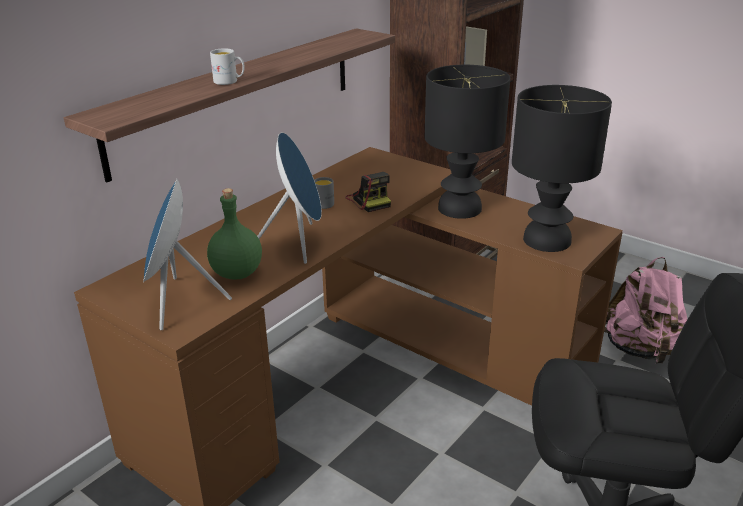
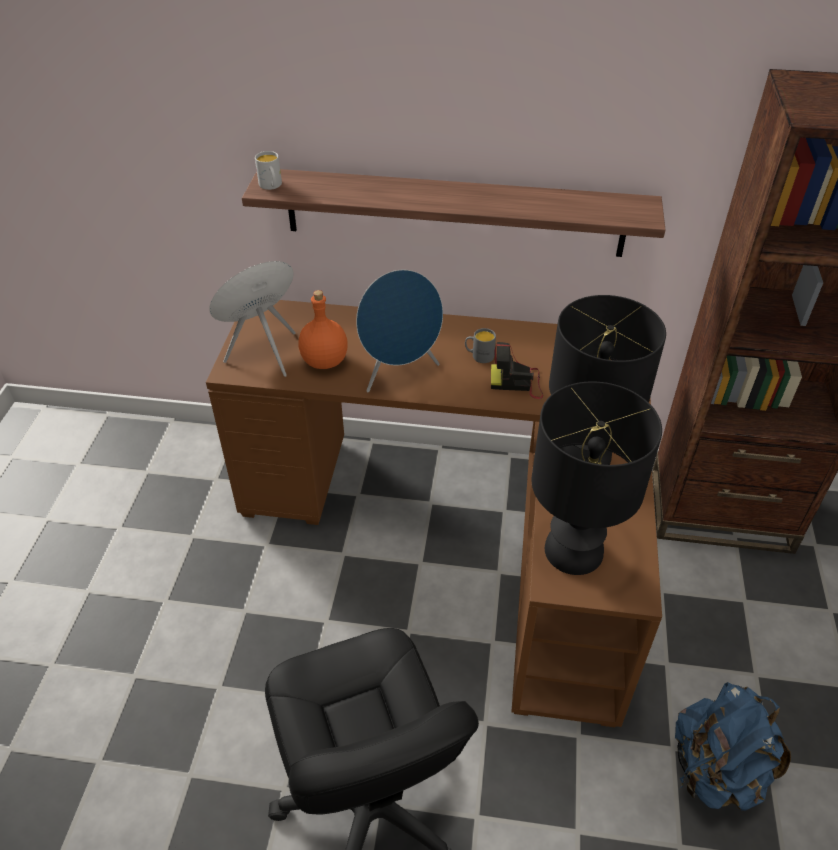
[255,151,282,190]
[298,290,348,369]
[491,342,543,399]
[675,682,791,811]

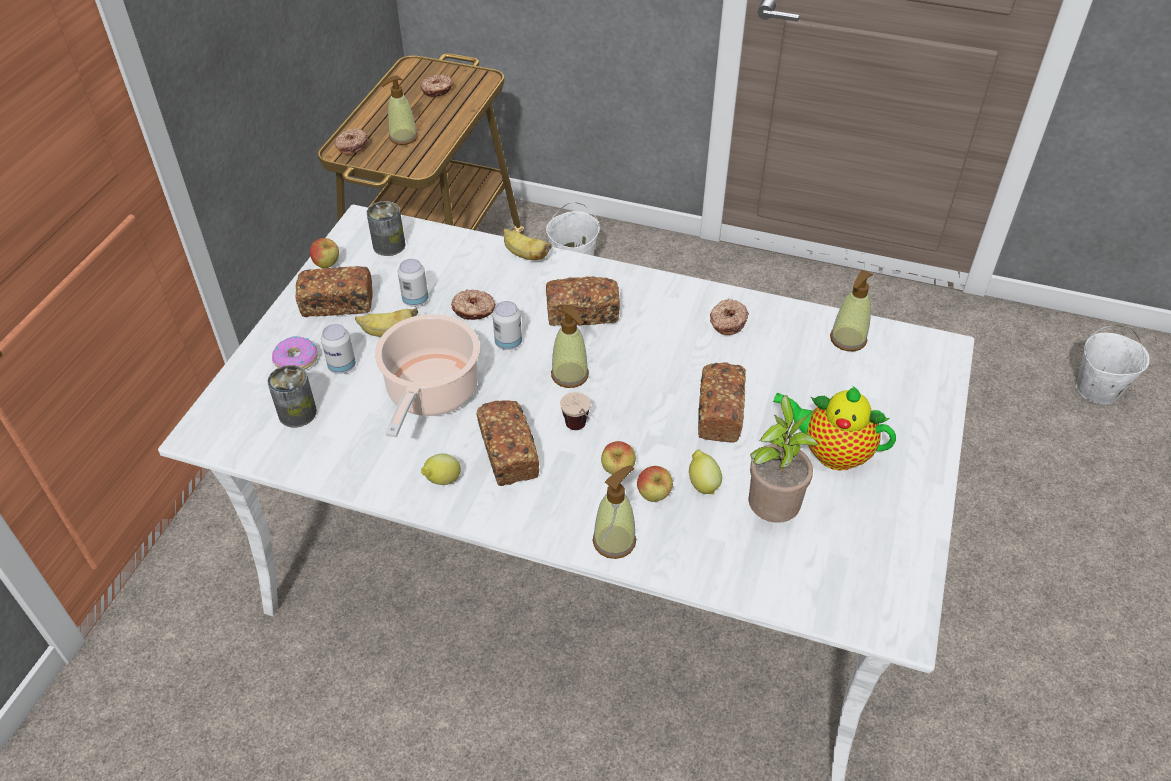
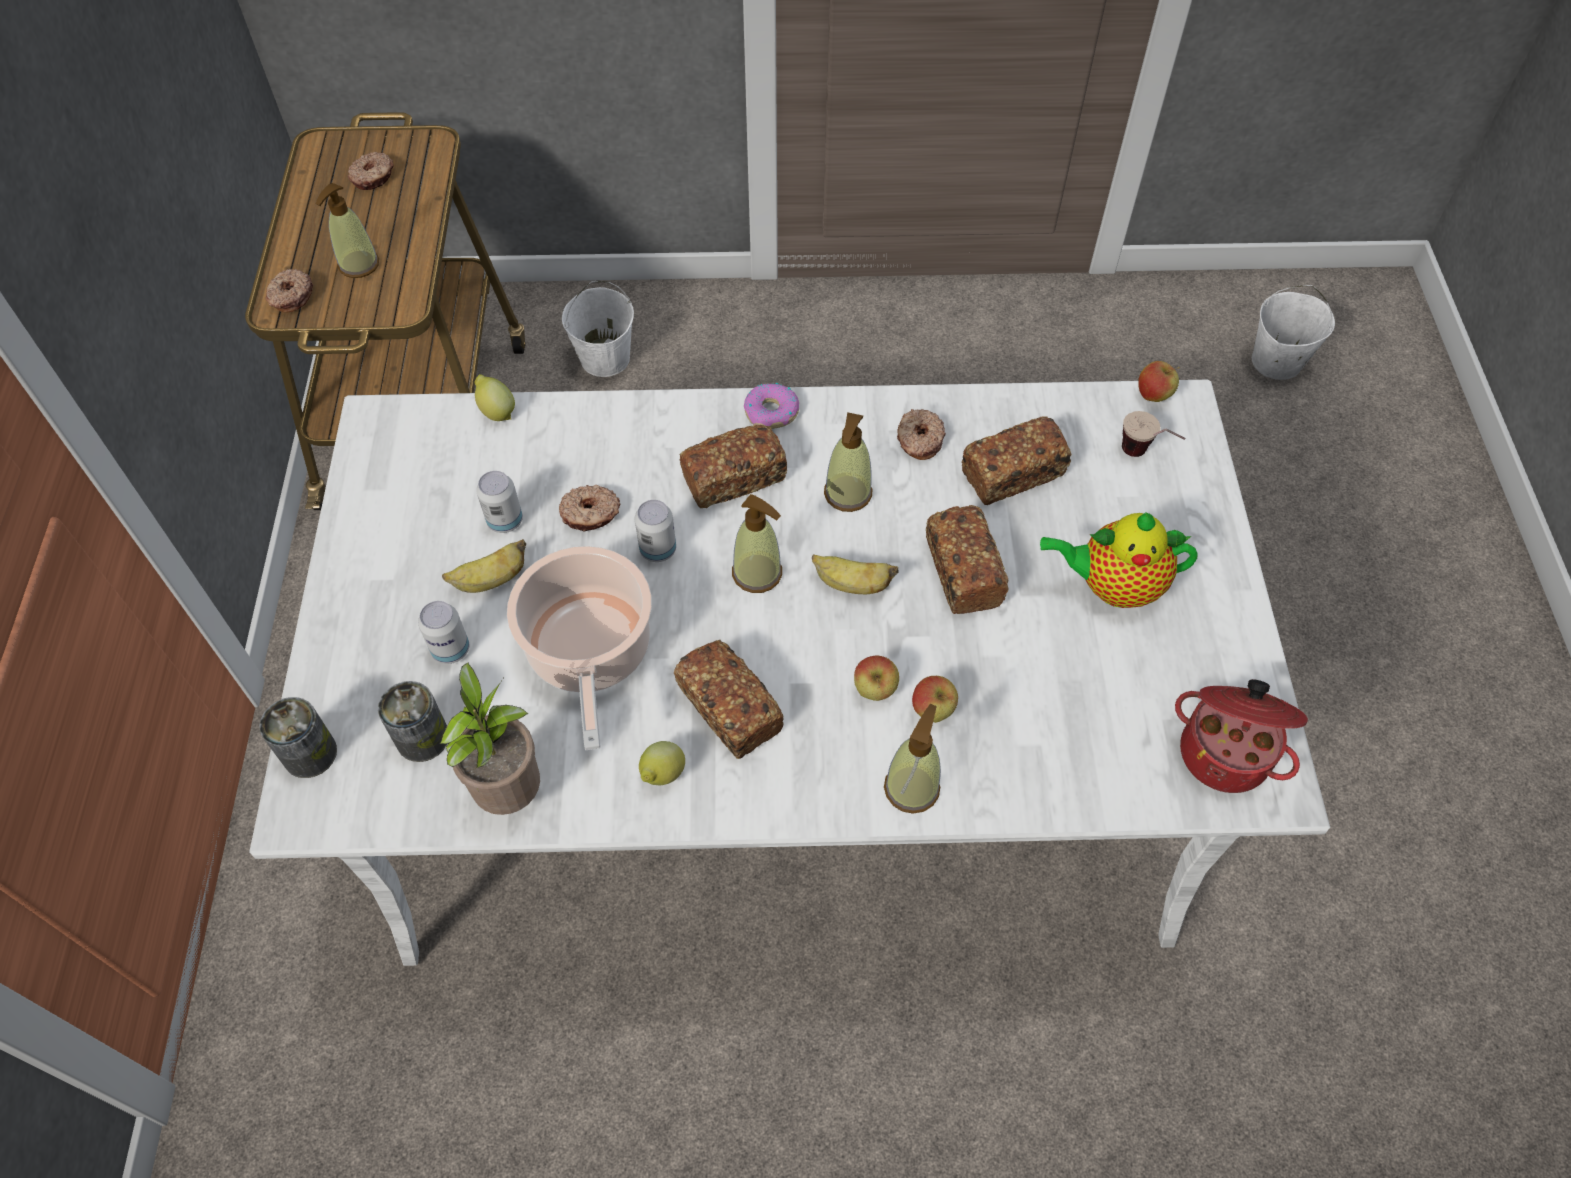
[259,697,337,778]
[440,662,540,815]
[475,374,515,421]
[744,383,799,429]
[812,554,899,594]
[824,412,872,512]
[961,416,1072,505]
[1122,411,1185,457]
[1138,361,1180,402]
[1175,679,1308,793]

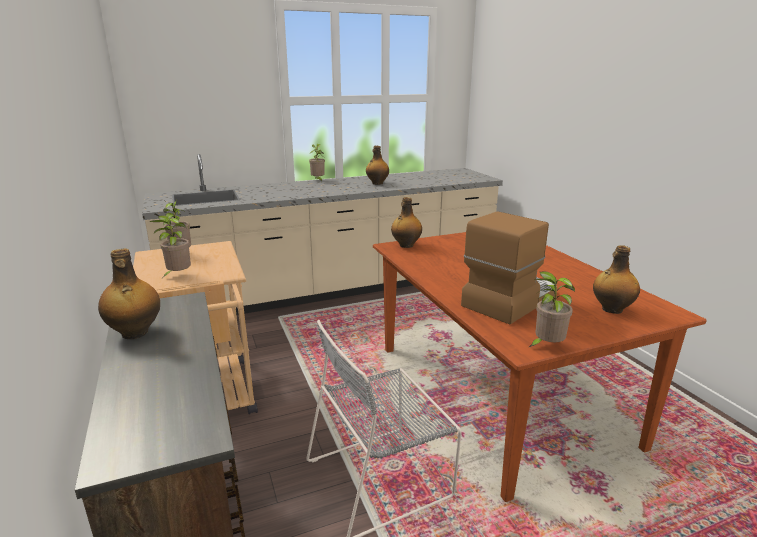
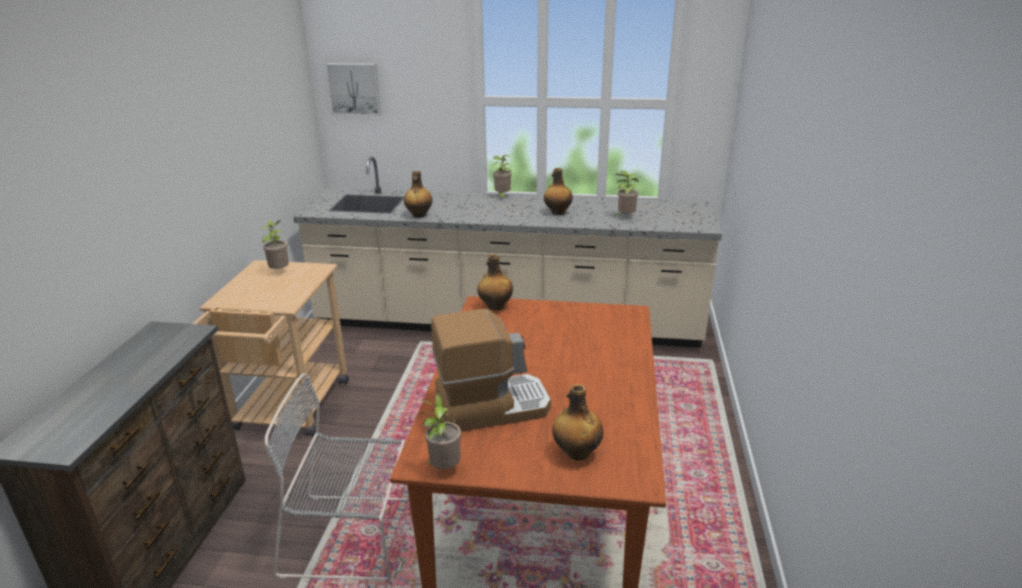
[326,63,381,116]
[404,171,432,218]
[614,171,639,217]

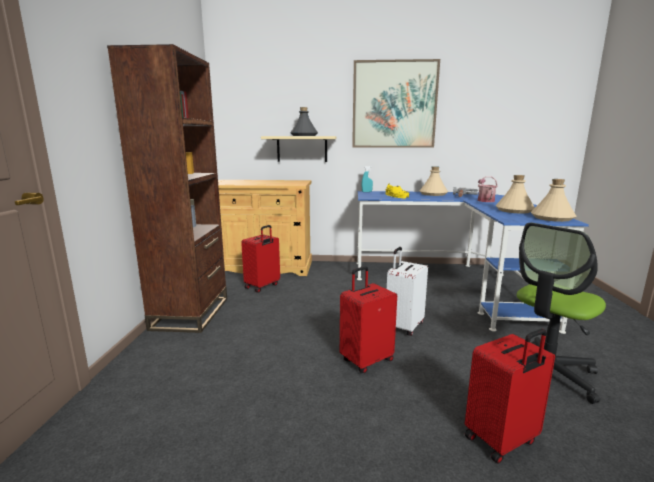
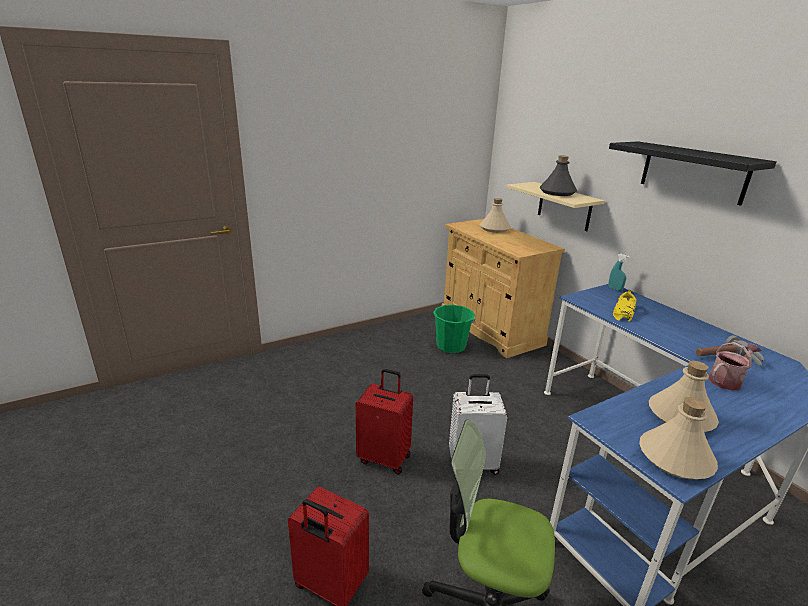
[433,305,475,353]
[480,198,511,233]
[609,141,777,206]
[107,44,227,333] (first image)

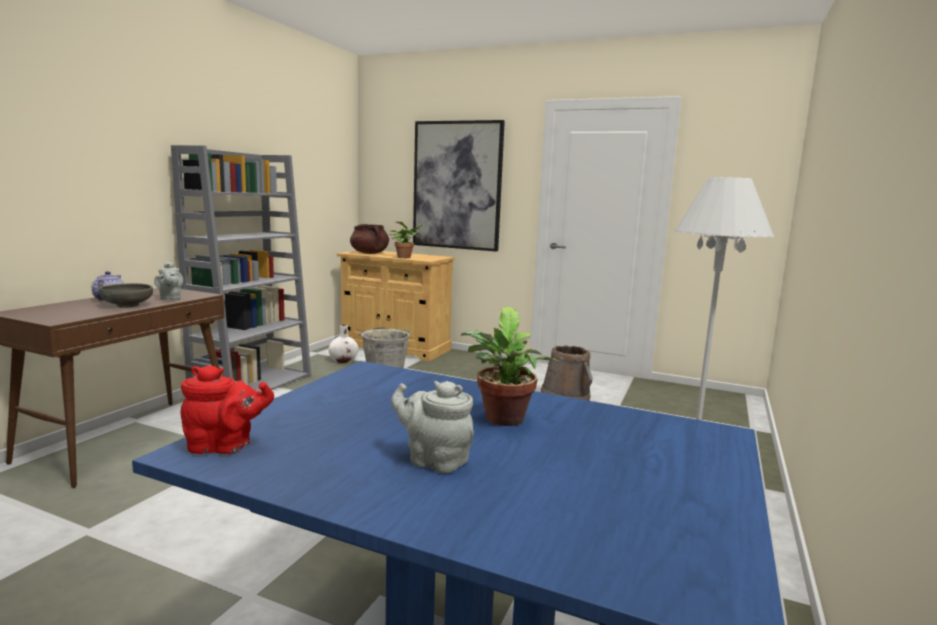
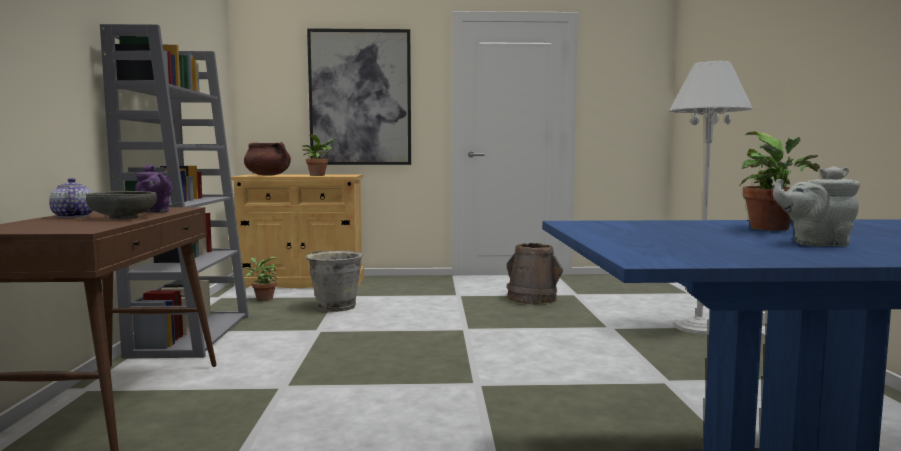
[135,164,173,212]
[246,257,278,301]
[180,365,274,454] (first image)

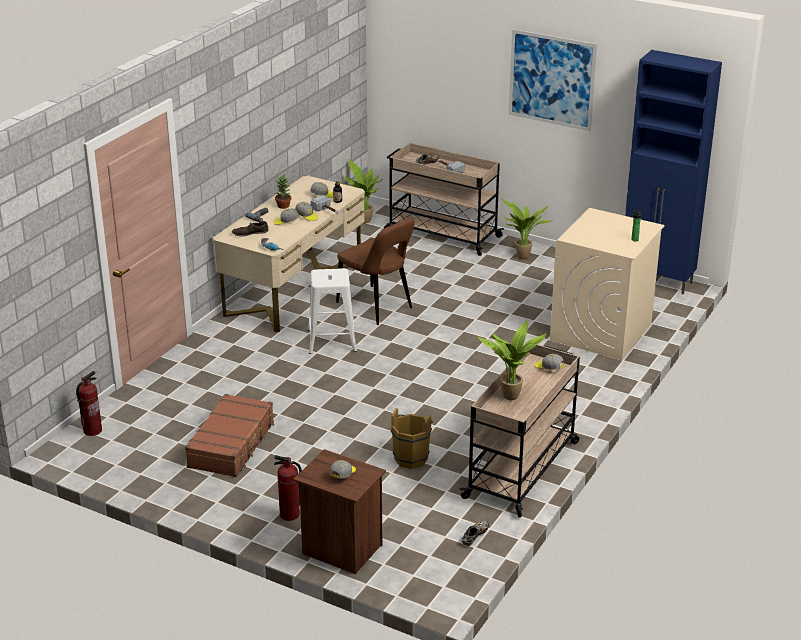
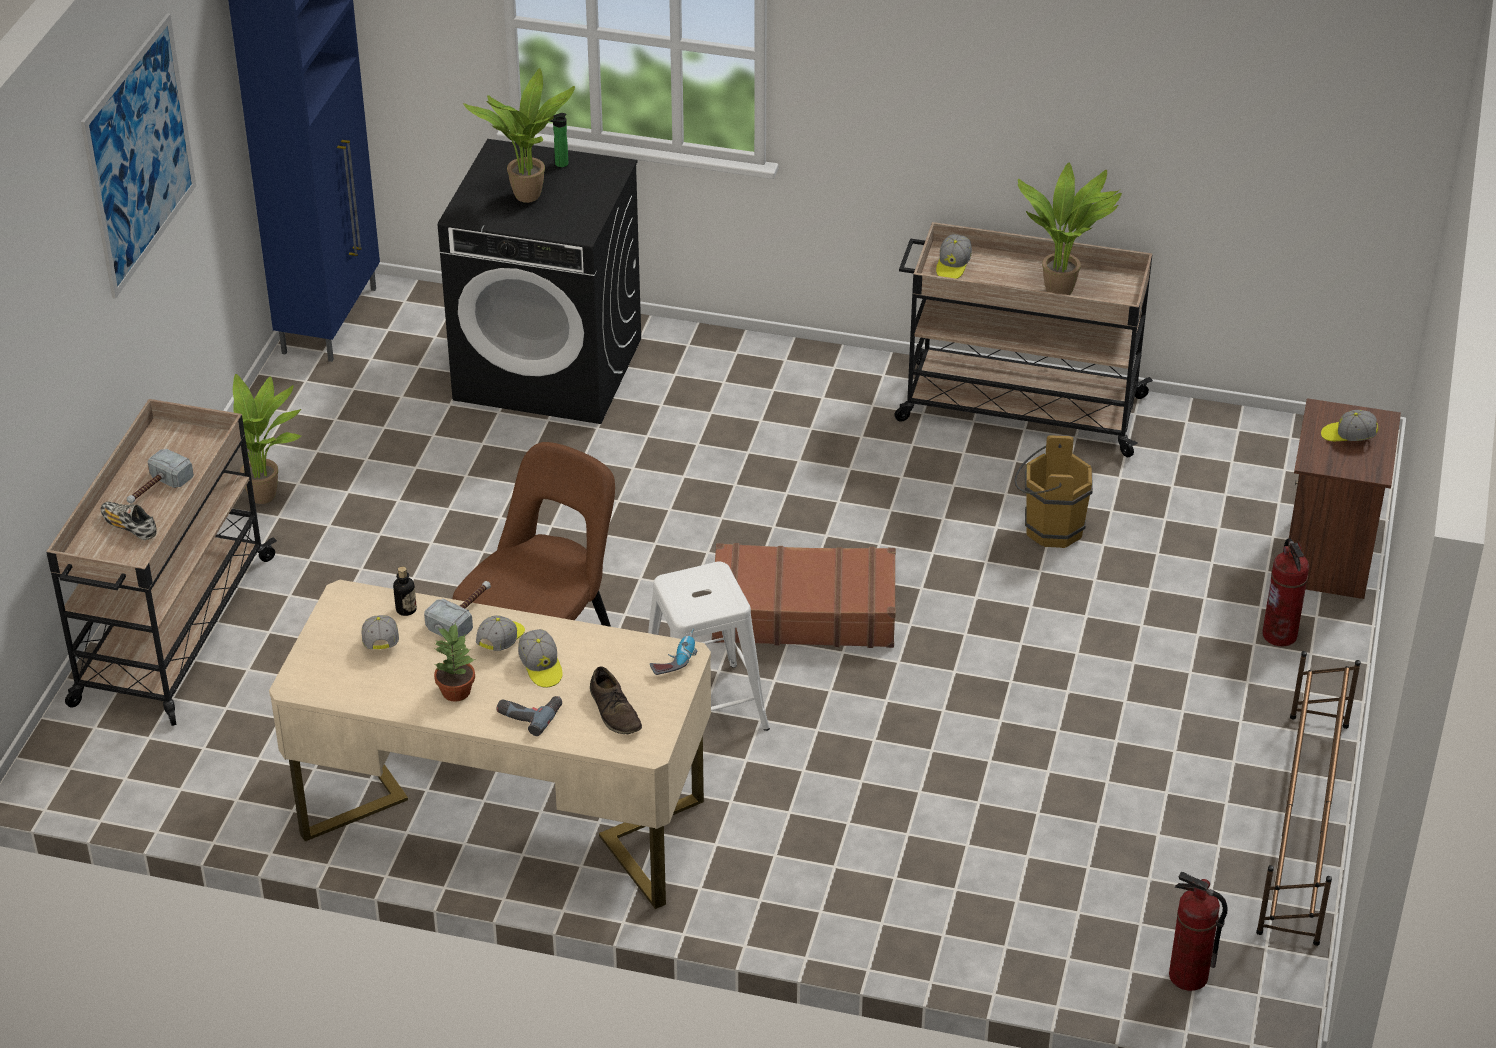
[438,139,641,424]
[463,68,575,203]
[712,543,896,648]
[1256,651,1361,946]
[462,521,489,546] (first image)

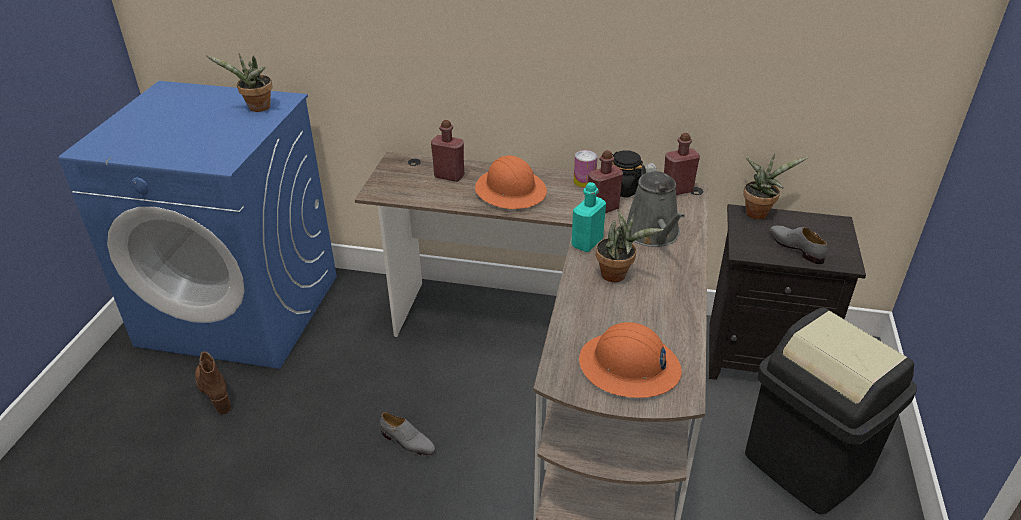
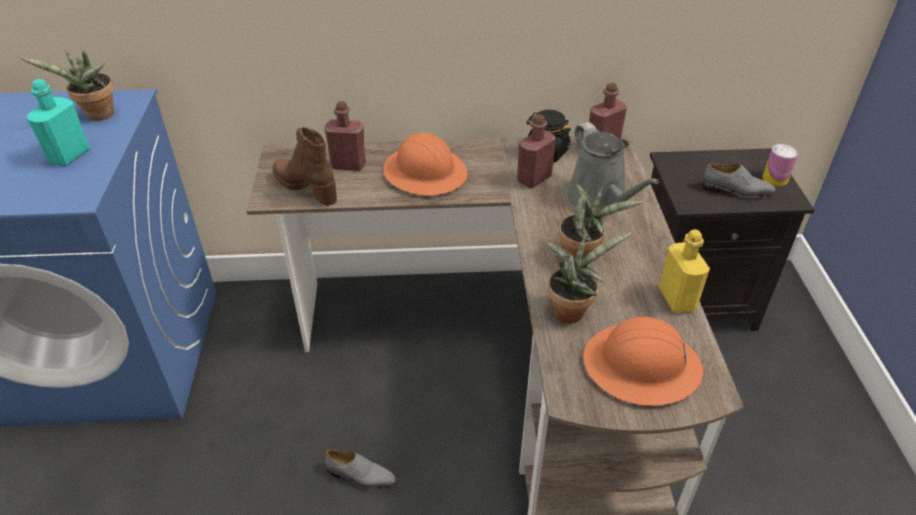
[27,79,90,166]
[273,127,337,206]
[545,233,631,324]
[659,229,710,313]
[702,163,776,198]
[763,144,799,186]
[745,308,917,514] (first image)

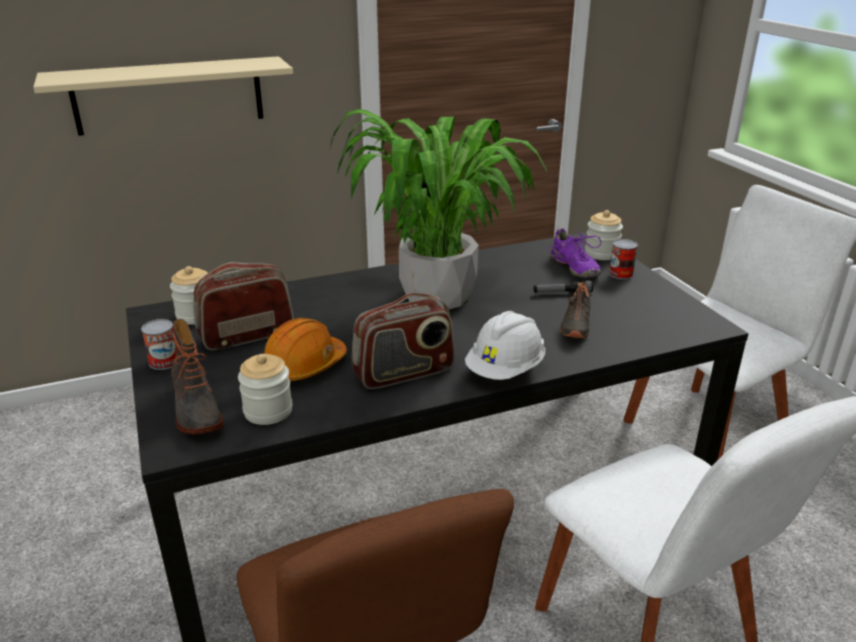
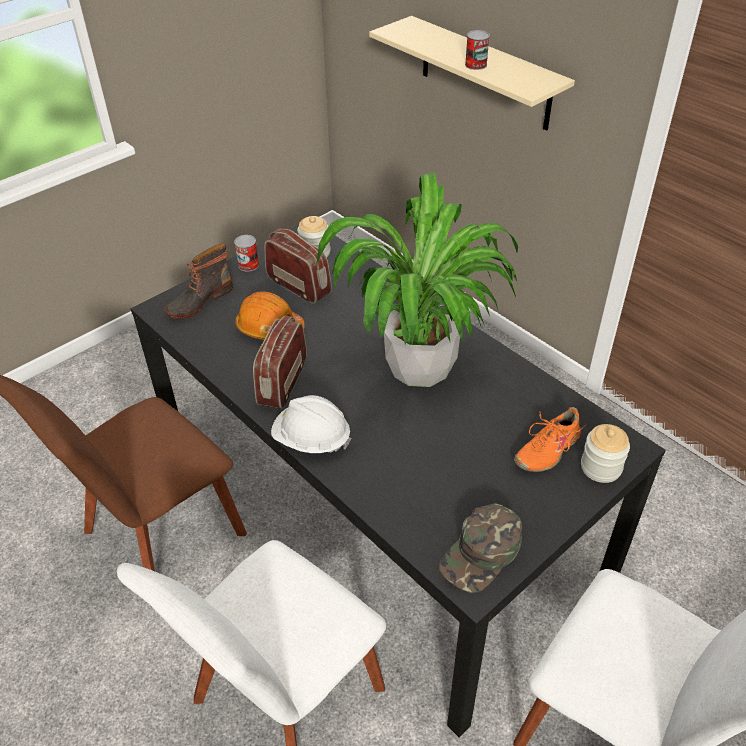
[253,316,307,409]
[439,503,522,593]
[465,30,490,70]
[514,407,587,472]
[238,354,293,425] (first image)
[534,281,593,293] (first image)
[560,282,591,338] (first image)

